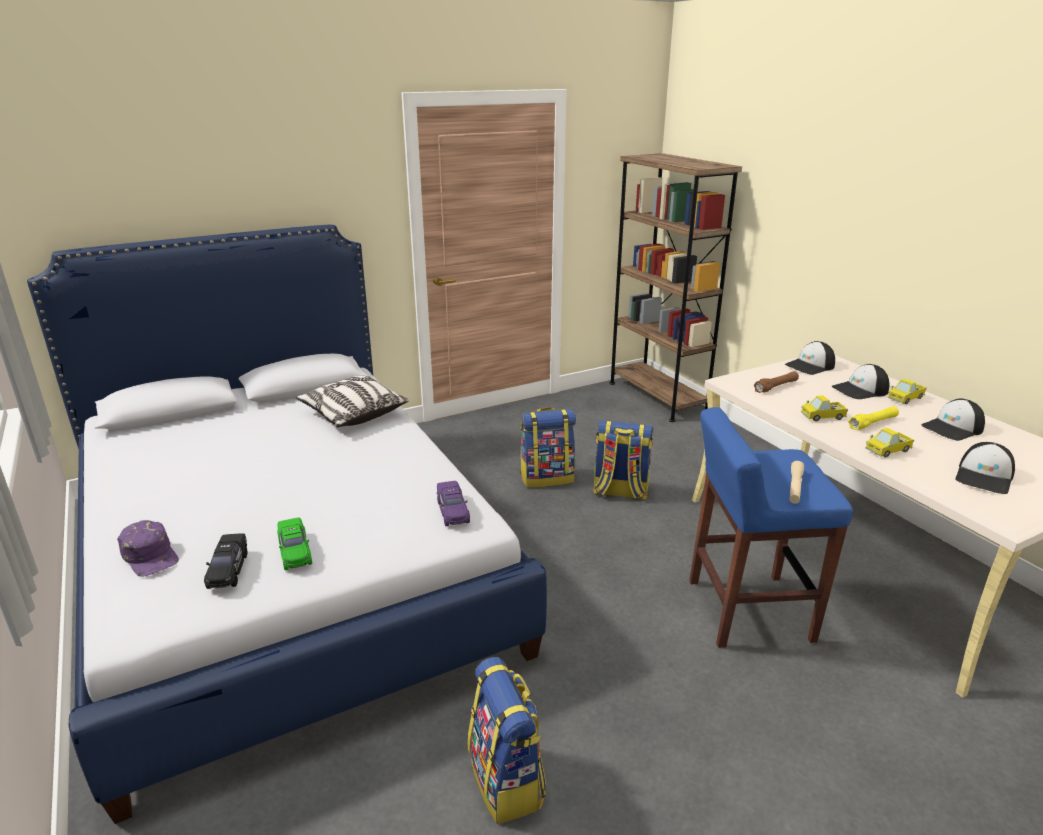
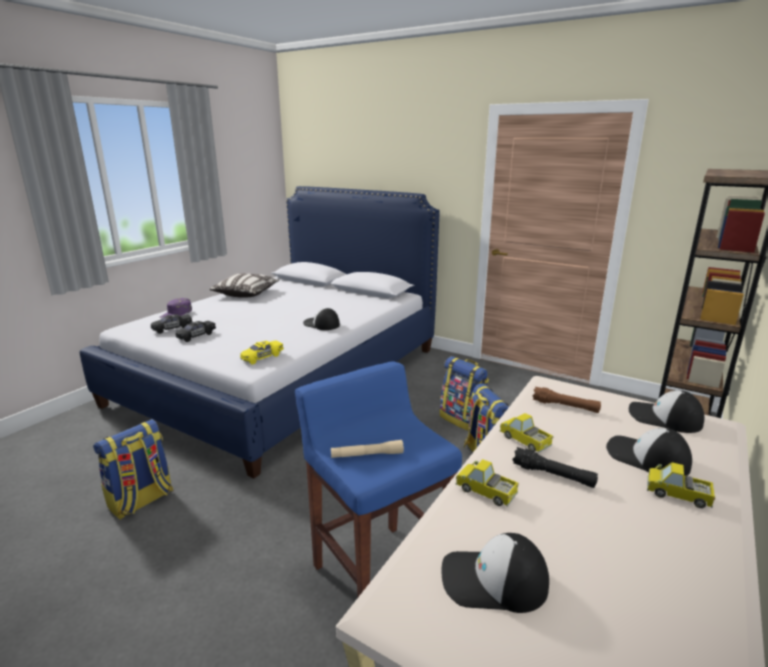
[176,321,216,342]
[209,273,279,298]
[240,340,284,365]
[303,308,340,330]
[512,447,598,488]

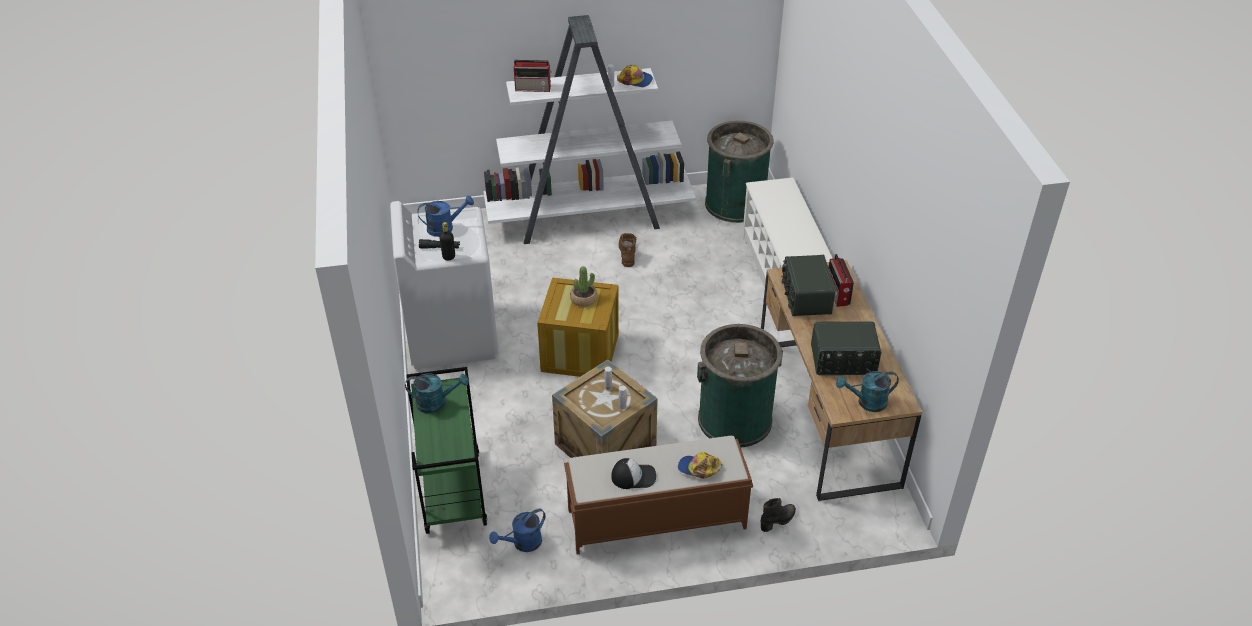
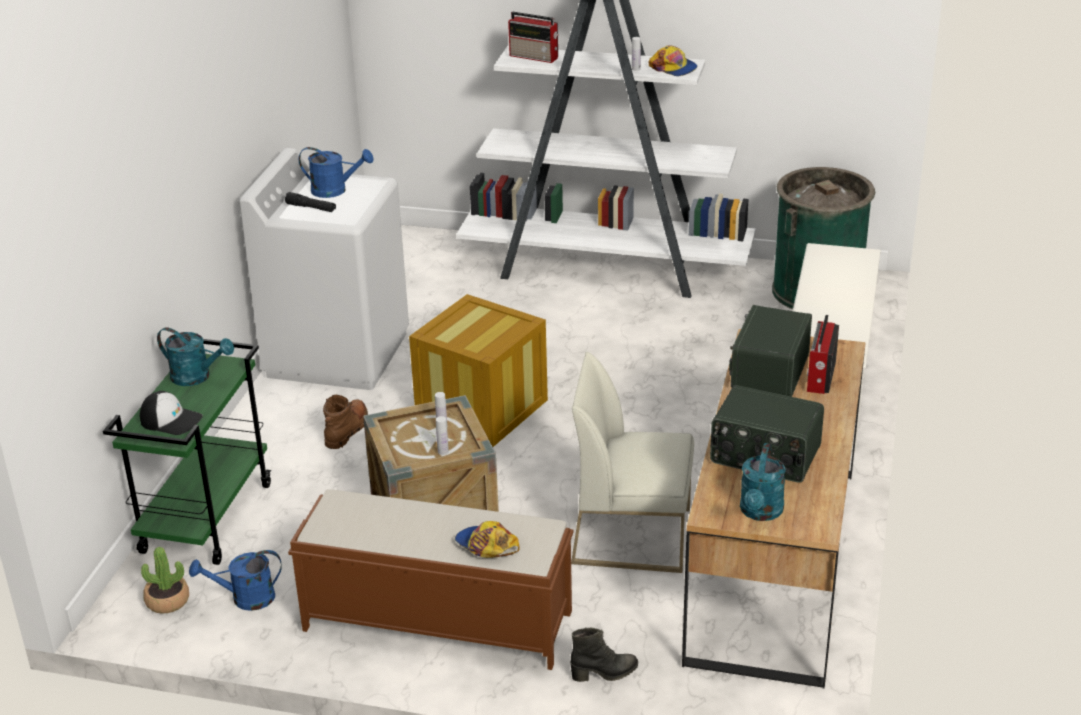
[140,391,203,435]
[141,547,189,614]
[323,395,368,449]
[571,352,694,573]
[740,443,786,521]
[439,222,455,261] (first image)

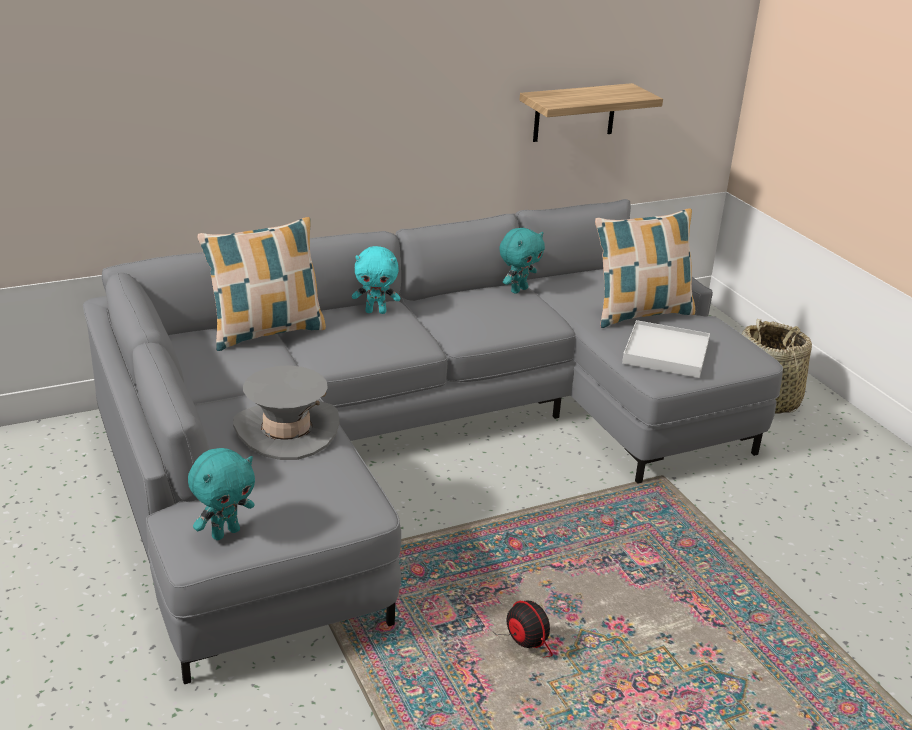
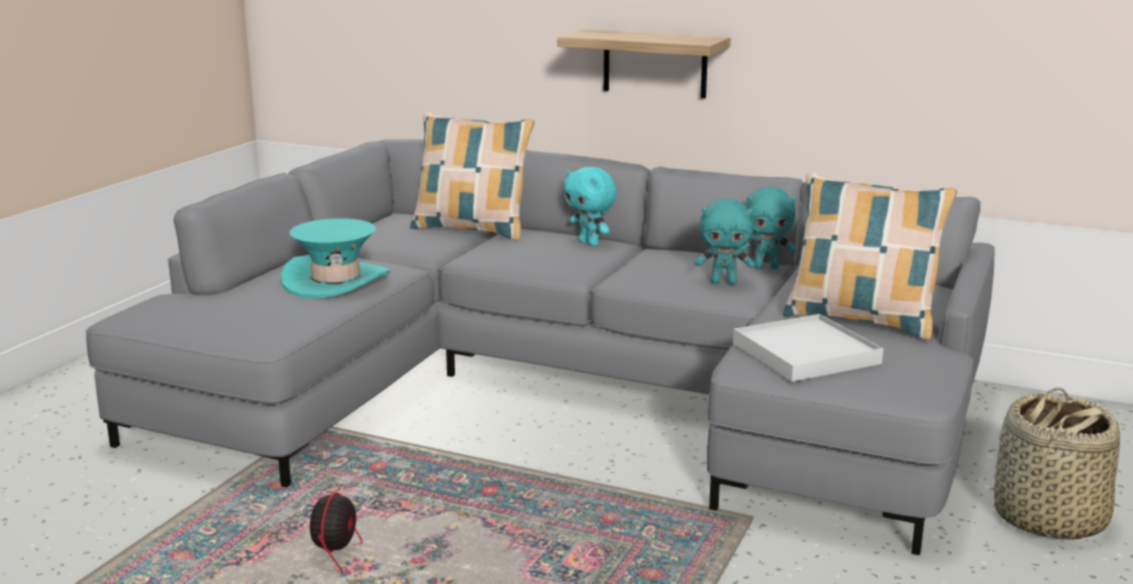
[281,218,390,298]
[557,29,731,98]
[694,199,755,285]

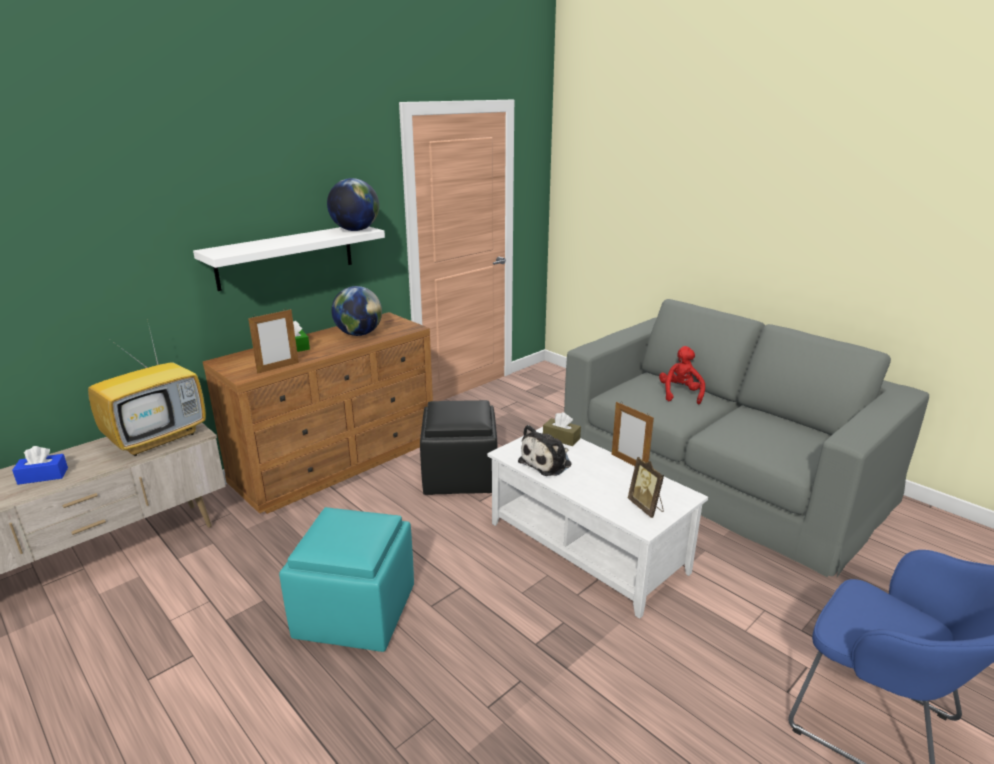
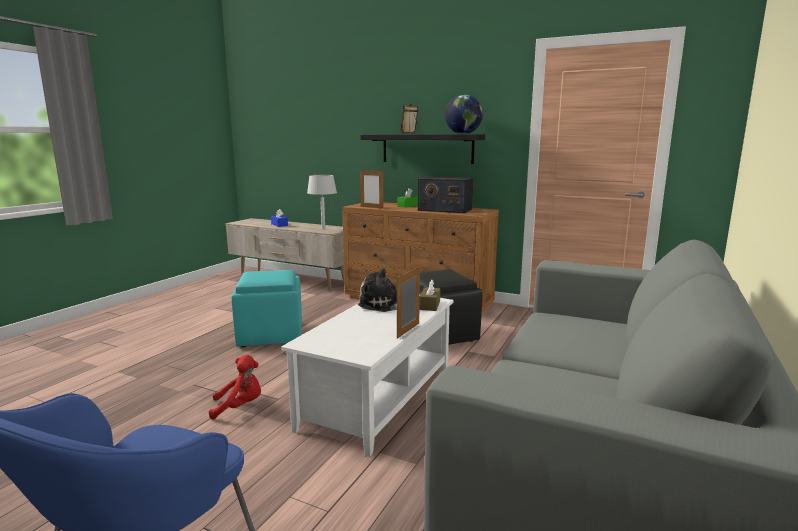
[209,355,261,420]
[307,175,337,229]
[360,134,485,164]
[400,104,420,133]
[418,176,473,213]

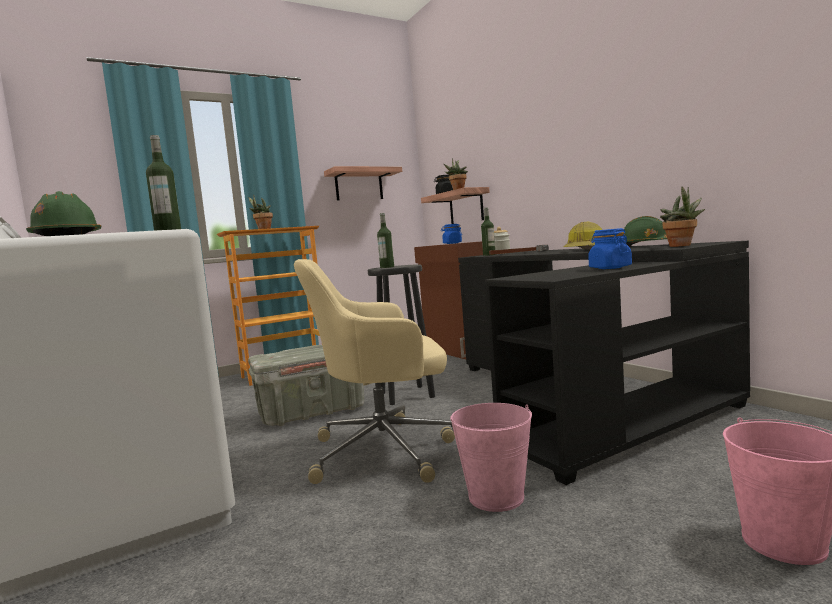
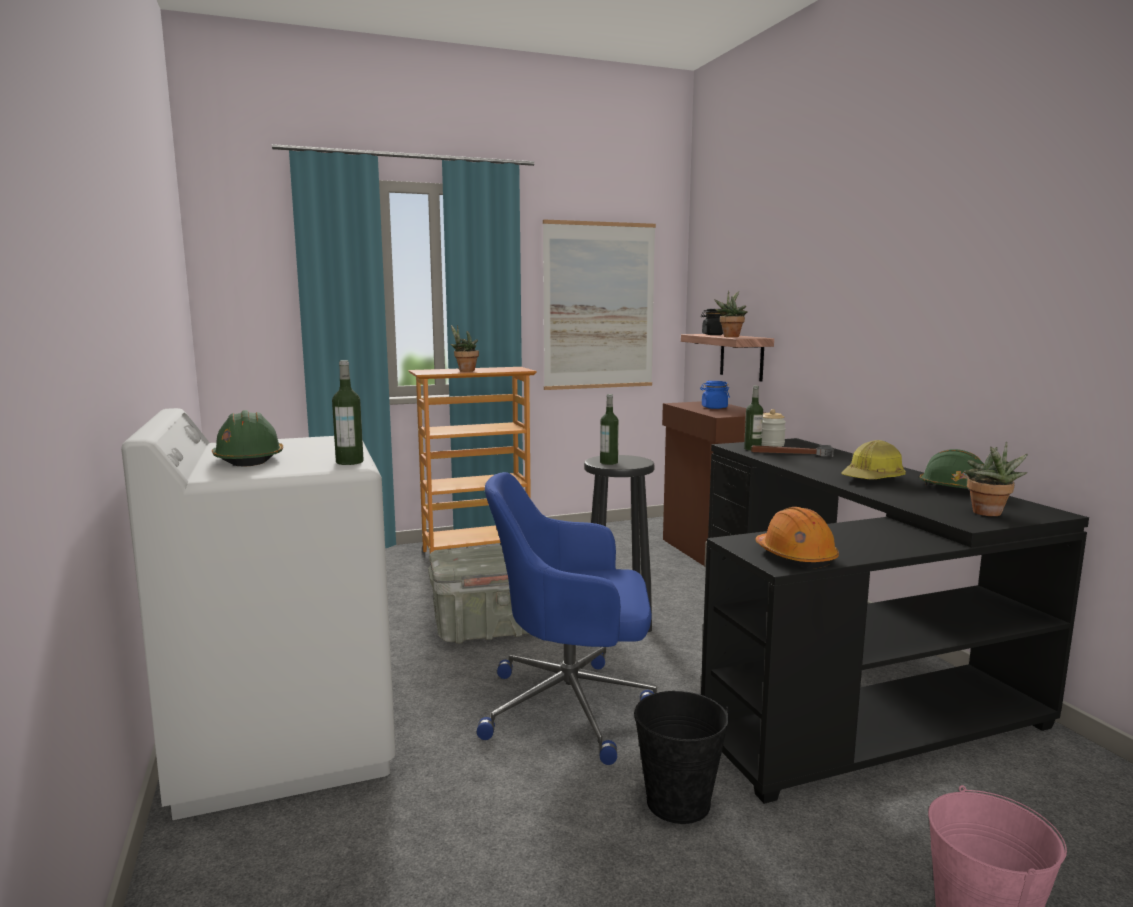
[477,472,657,765]
[543,220,656,390]
[634,691,729,824]
[755,507,839,568]
[588,228,632,269] (first image)

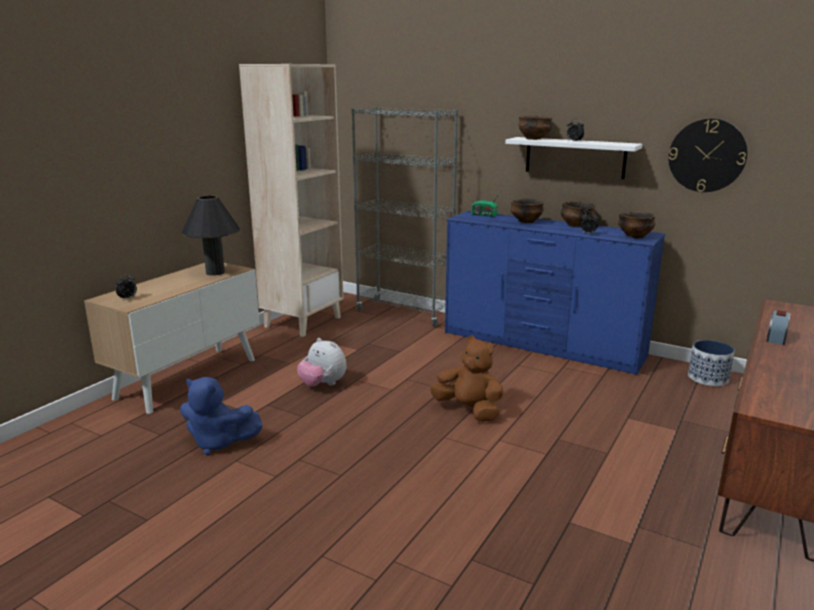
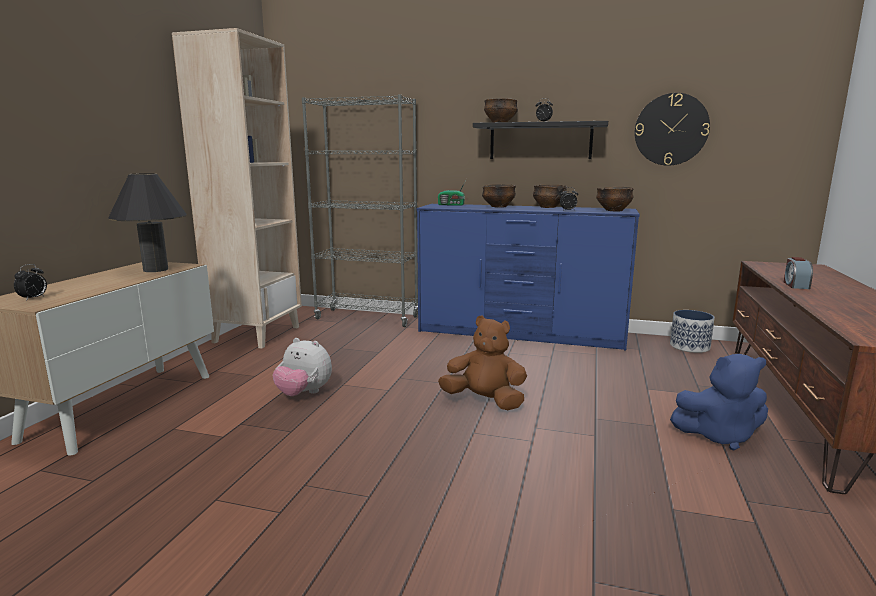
[473,121,608,159]
[670,354,768,451]

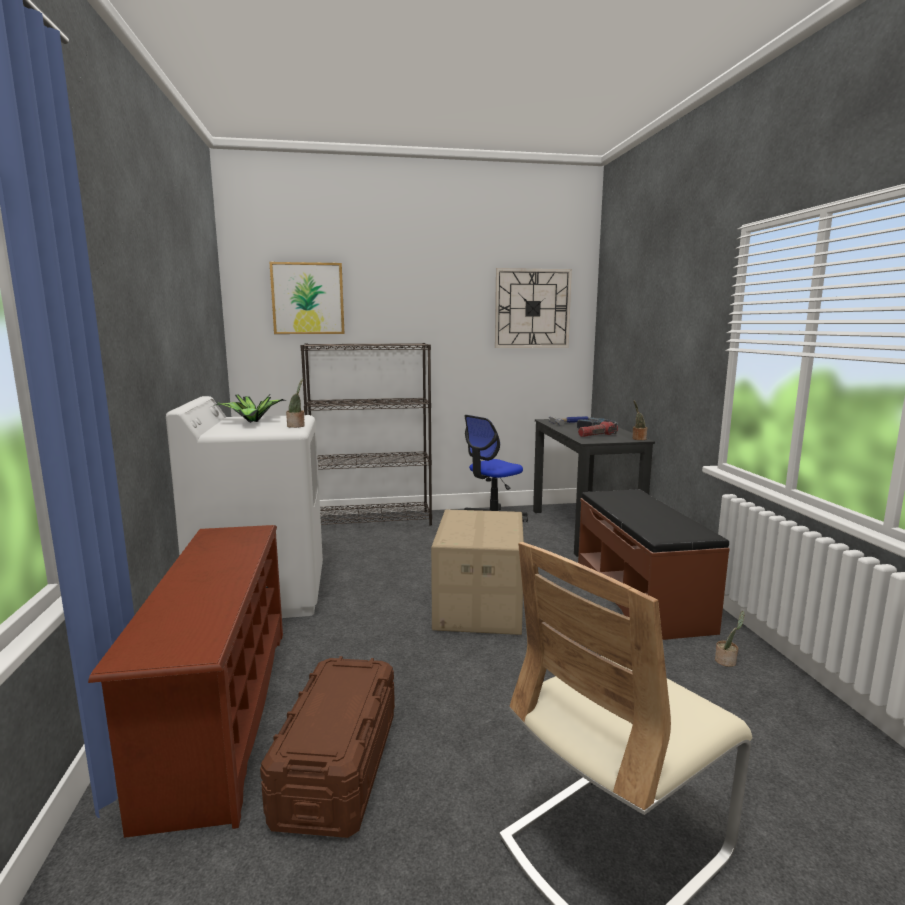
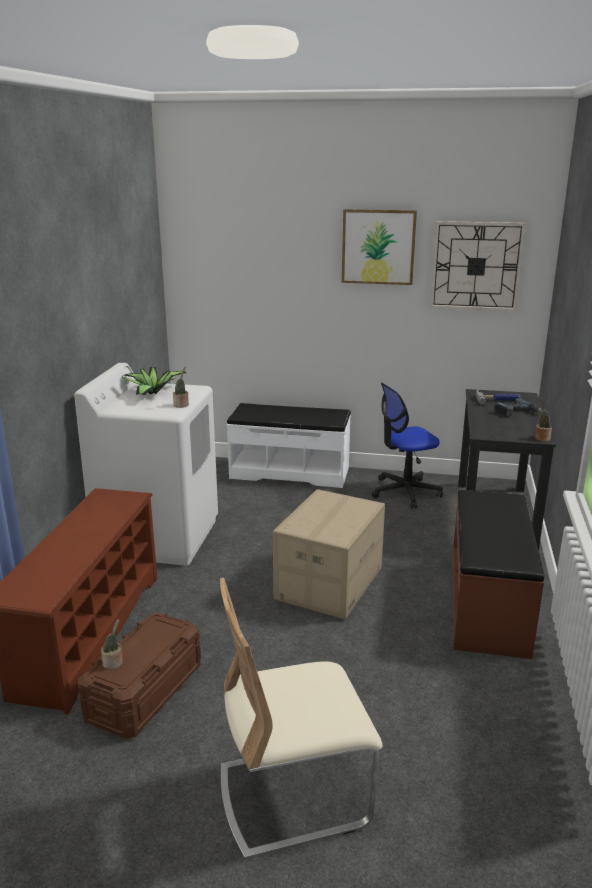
[101,619,123,669]
[226,403,351,488]
[342,209,417,285]
[578,421,618,437] (first image)

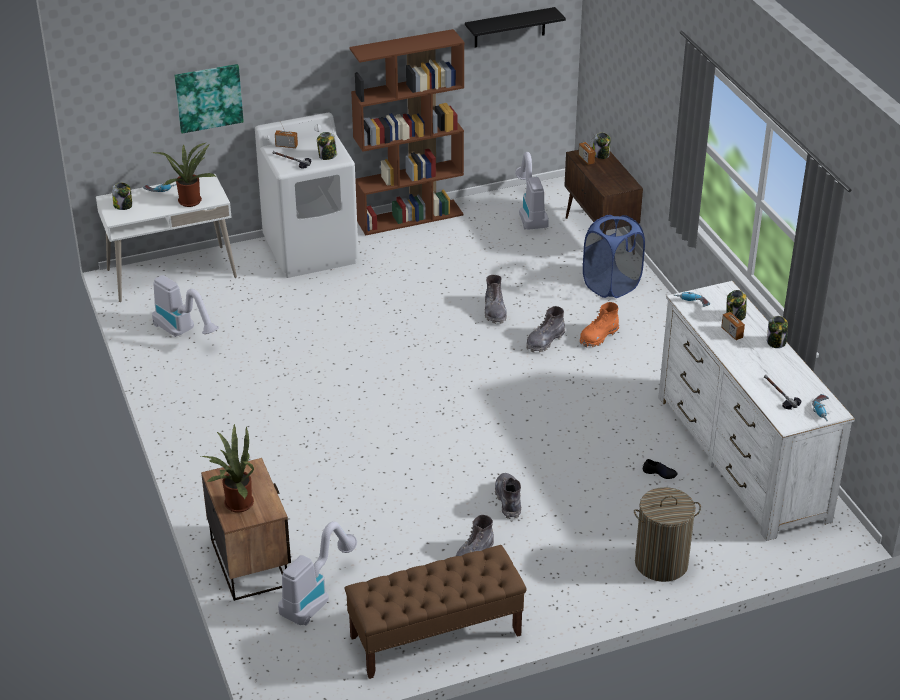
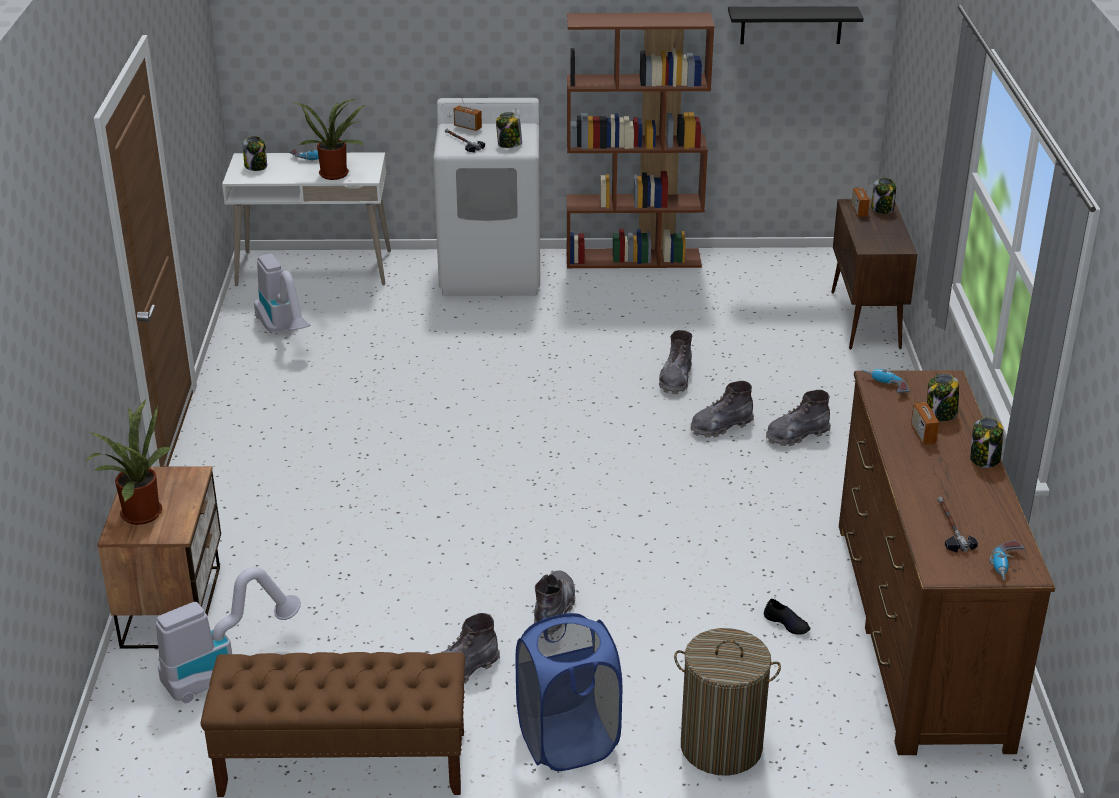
[515,613,622,771]
[766,390,831,446]
[839,370,1055,755]
[174,64,244,133] (first image)
[515,152,549,230] (first image)

